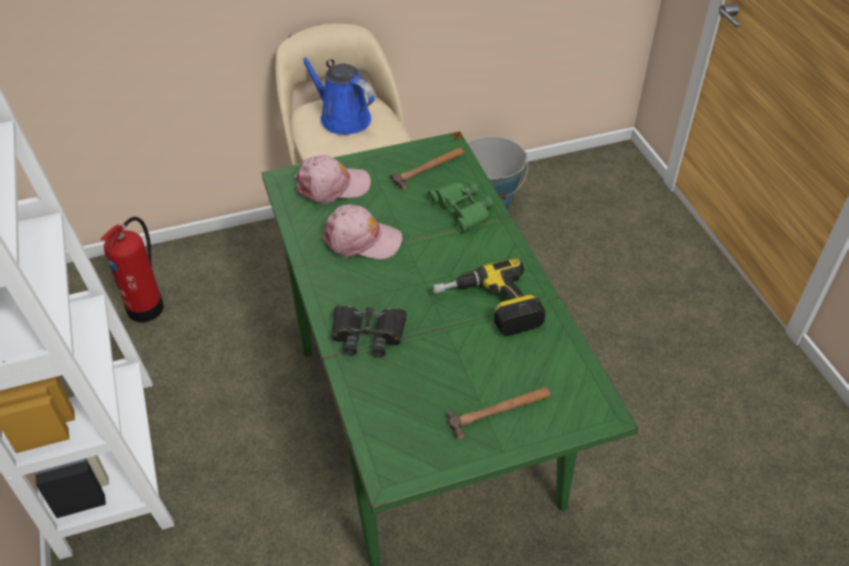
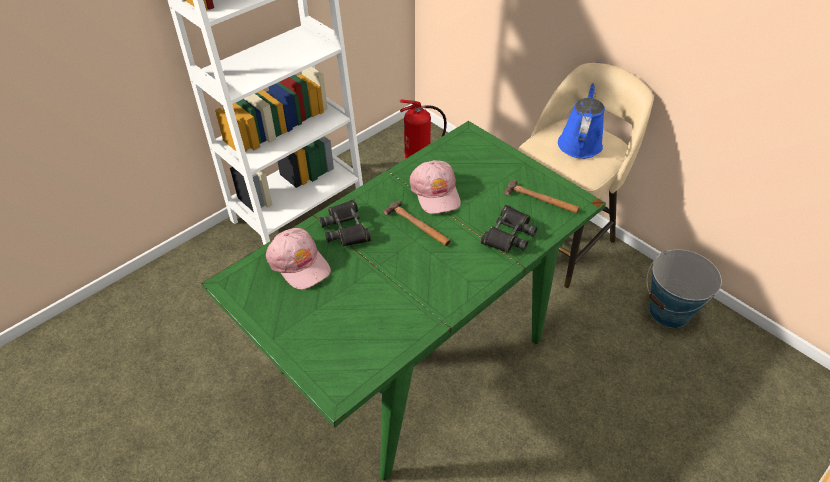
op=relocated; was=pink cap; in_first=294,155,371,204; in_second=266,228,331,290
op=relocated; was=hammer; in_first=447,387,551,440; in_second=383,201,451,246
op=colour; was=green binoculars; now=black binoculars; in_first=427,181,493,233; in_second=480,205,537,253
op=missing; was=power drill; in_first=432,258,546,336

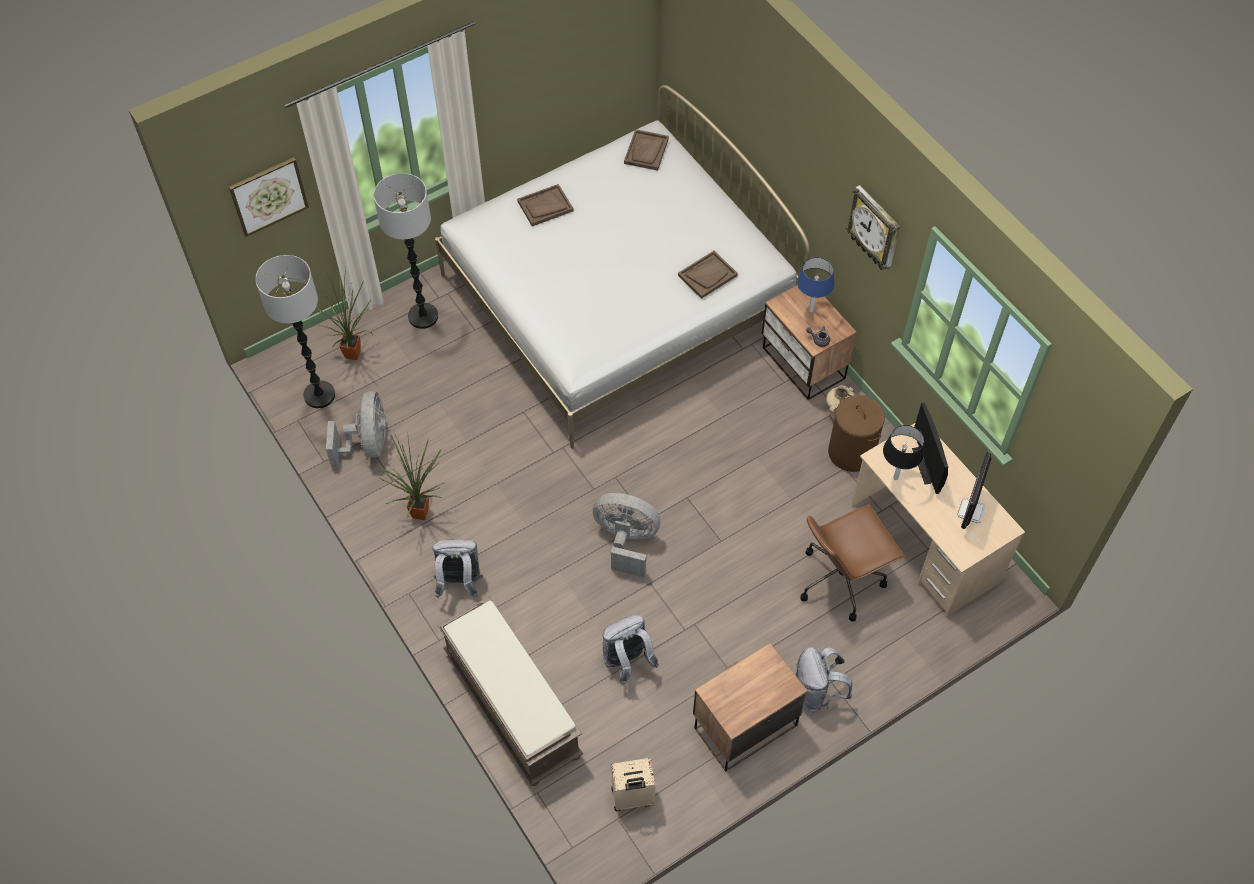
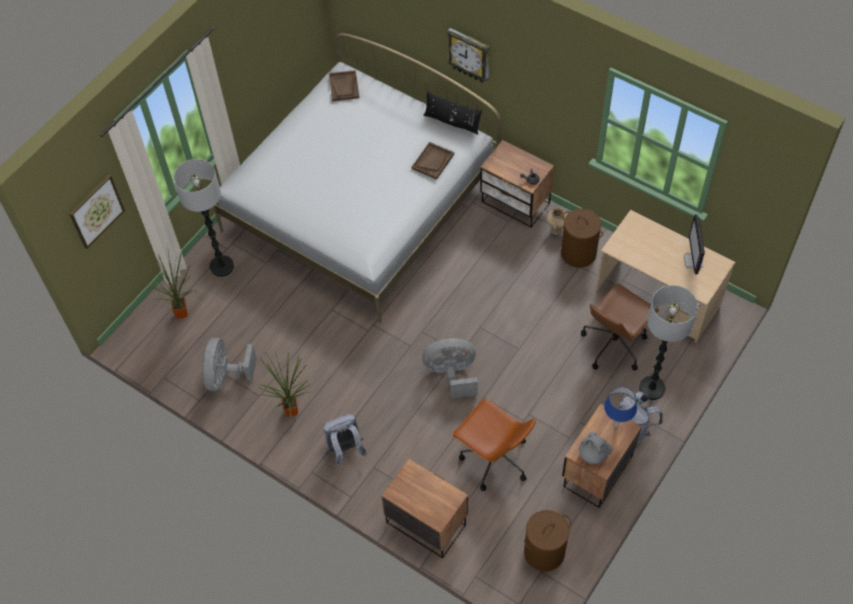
op=spun; was=grey fan; in_first=326,391,387,468; in_second=202,338,257,391; clockwise=-150
op=exchanged; was=brown bench; now=nightstand; in_first=438,596,583,786; in_second=381,459,468,559
op=appeared; now=black pillow; in_second=423,91,482,135
op=relocated; was=wall clock; in_first=846,185,900,270; in_second=447,28,490,83
op=exchanged; was=grey backpack; now=brown office chair; in_first=603,615,659,684; in_second=452,398,536,491
op=exchanged; was=beige suitcase; now=brown laundry basket; in_first=611,758,656,811; in_second=524,510,571,572
op=appeared; now=grey teapot; in_second=579,432,612,464
op=relocated; was=blue table lamp; in_first=797,257,835,313; in_second=604,387,637,427
op=relocated; was=floor lamp; in_first=255,255,335,408; in_second=639,285,698,400
op=missing; was=brown tray; in_first=517,184,574,226
op=missing; was=black table lamp; in_first=883,425,924,480
op=missing; was=monitor; in_first=912,402,948,494

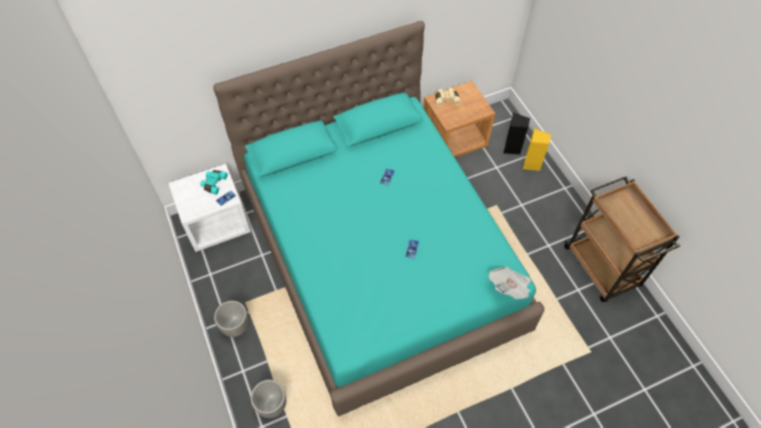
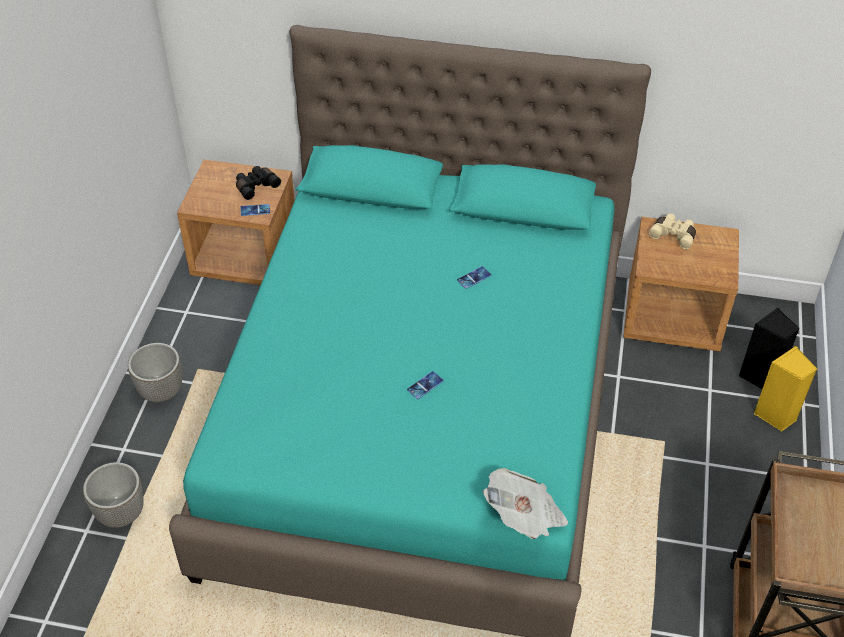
op=colour; was=white nightstand; now=brown nightstand; in_first=169,164,251,252; in_second=177,160,295,285
op=colour; was=turquoise binoculars; now=black binoculars; in_first=200,170,228,195; in_second=236,166,281,200

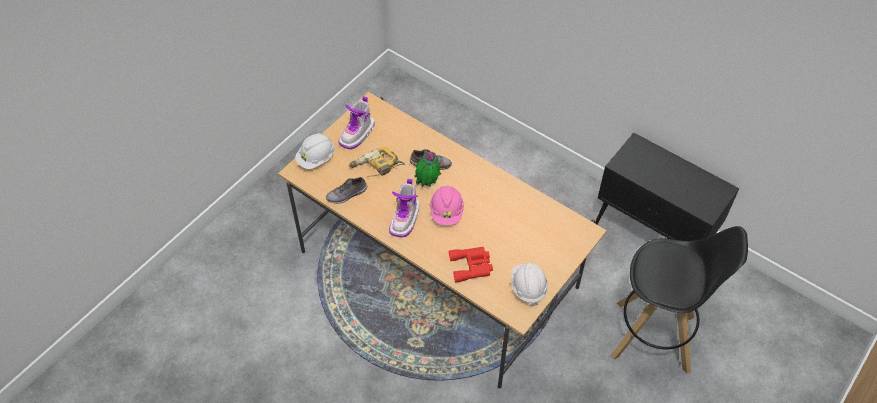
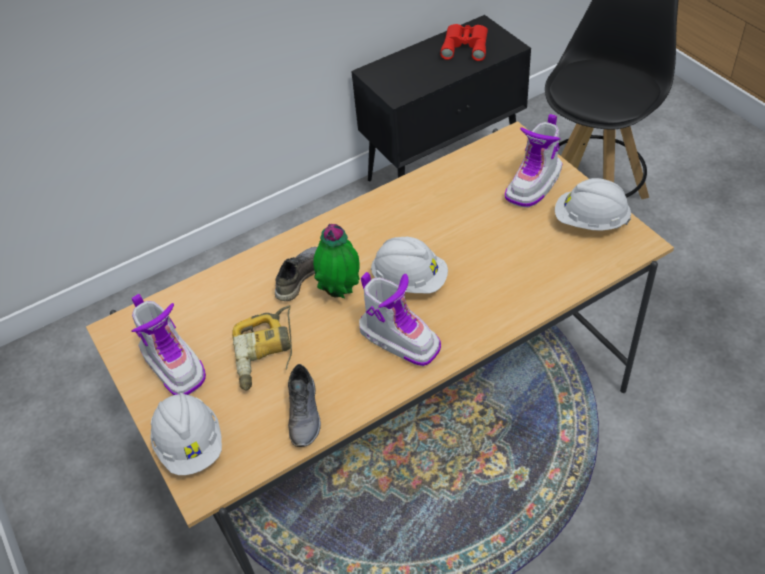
op=colour; was=pink hard hat; now=white hard hat; in_first=430,186,464,225; in_second=371,237,448,294
op=relocated; was=red binoculars; in_first=449,247,493,283; in_second=440,24,488,61
op=appeared; now=boot; in_second=505,114,563,207

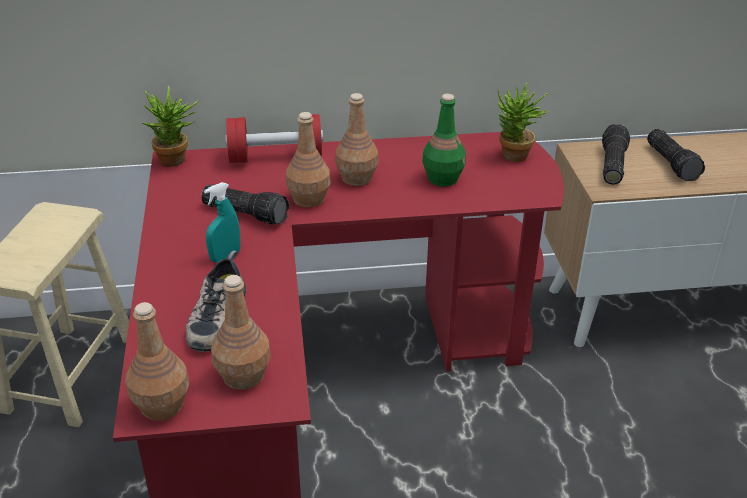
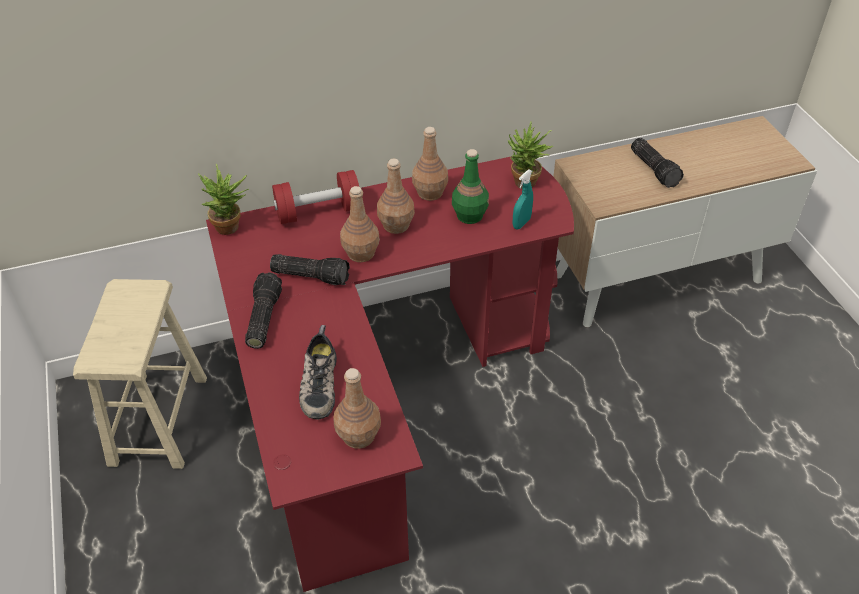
op=relocated; was=flashlight; in_first=602,124,630,185; in_second=245,272,282,349
op=relocated; was=brown bottle; in_first=126,302,189,421; in_second=412,127,448,201
op=relocated; was=turquoise spray bottle; in_first=204,182,240,262; in_second=513,169,533,230

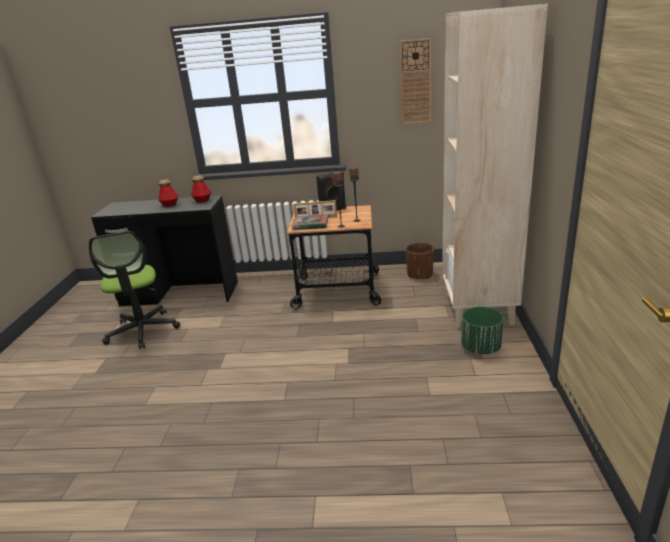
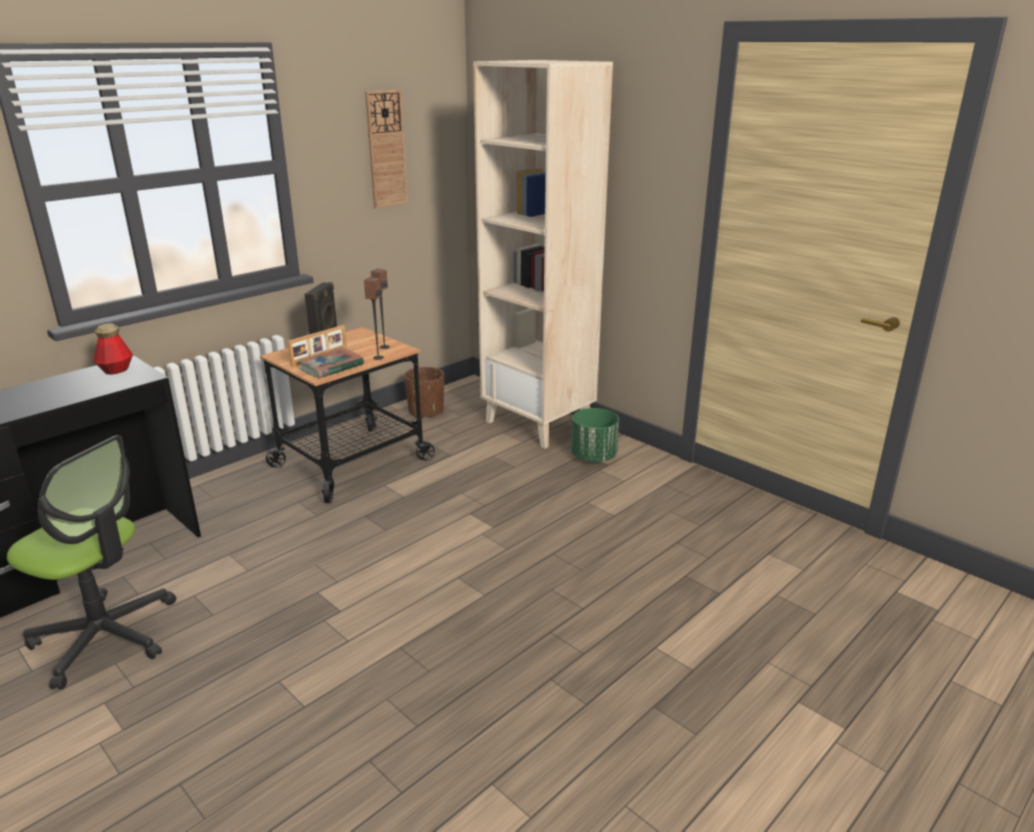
op=missing; was=bottle; in_first=158,179,178,207

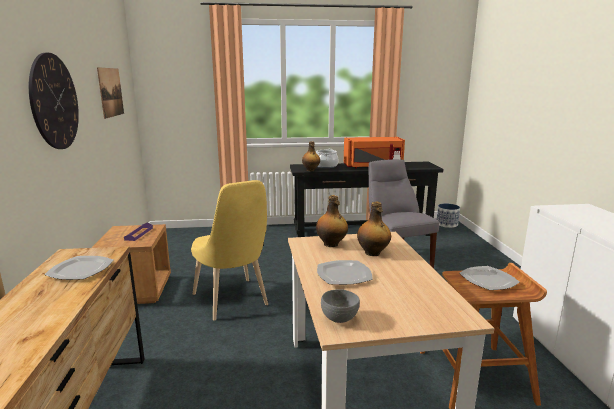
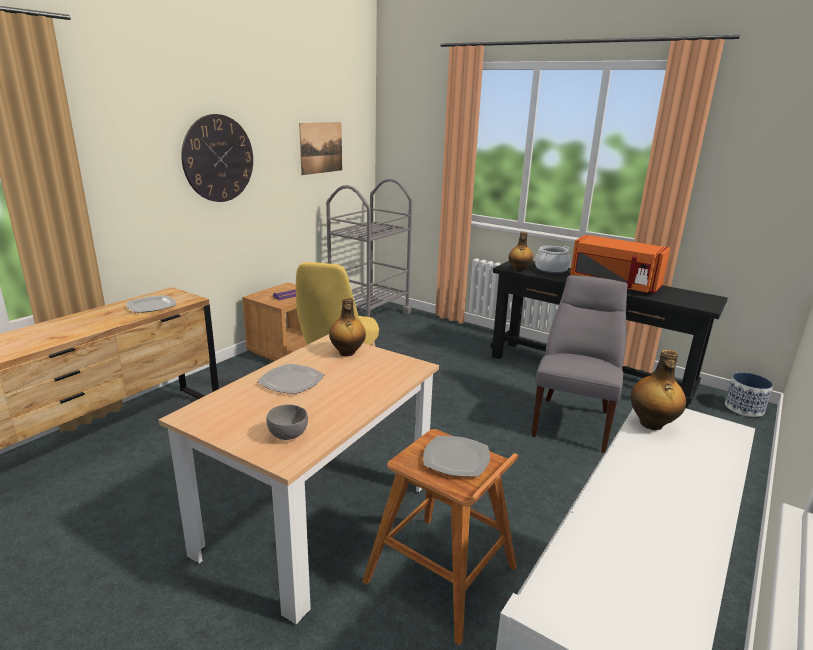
op=relocated; was=grey bowl; in_first=321,290,360,323; in_second=266,405,308,440
op=appeared; now=grey cart; in_second=326,178,412,317
op=relocated; was=bottle; in_first=357,202,391,256; in_second=631,350,686,430

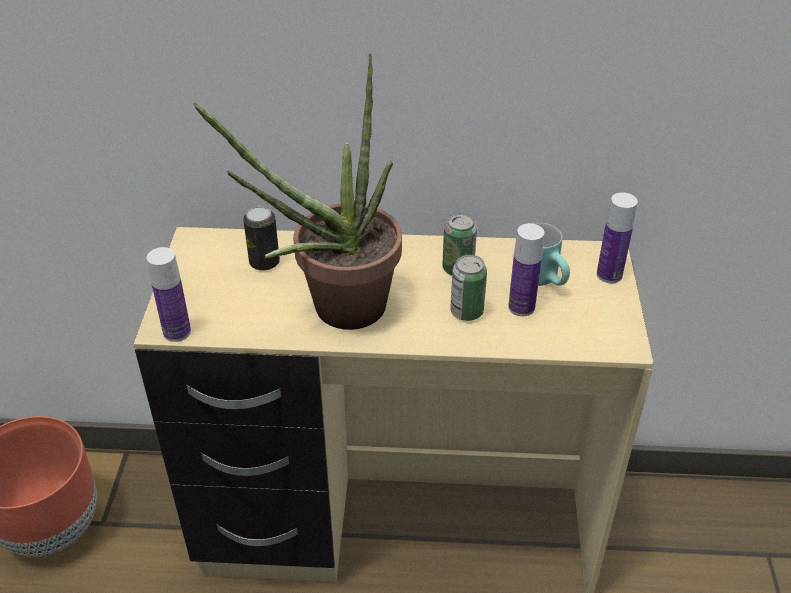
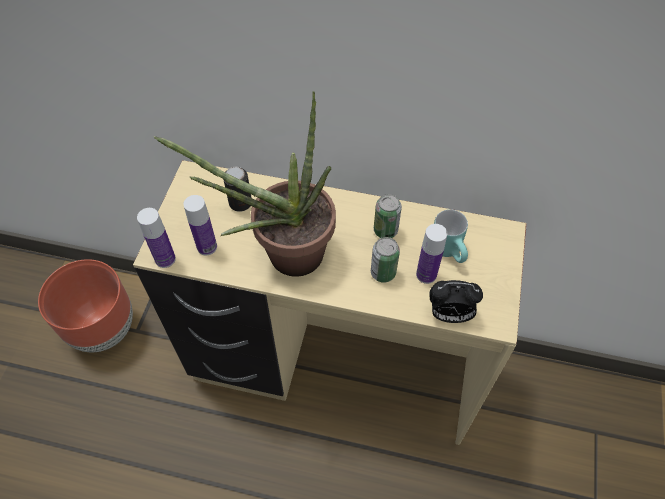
op=relocated; was=bottle; in_first=597,193,638,283; in_second=183,195,217,255
op=appeared; now=alarm clock; in_second=430,280,483,323

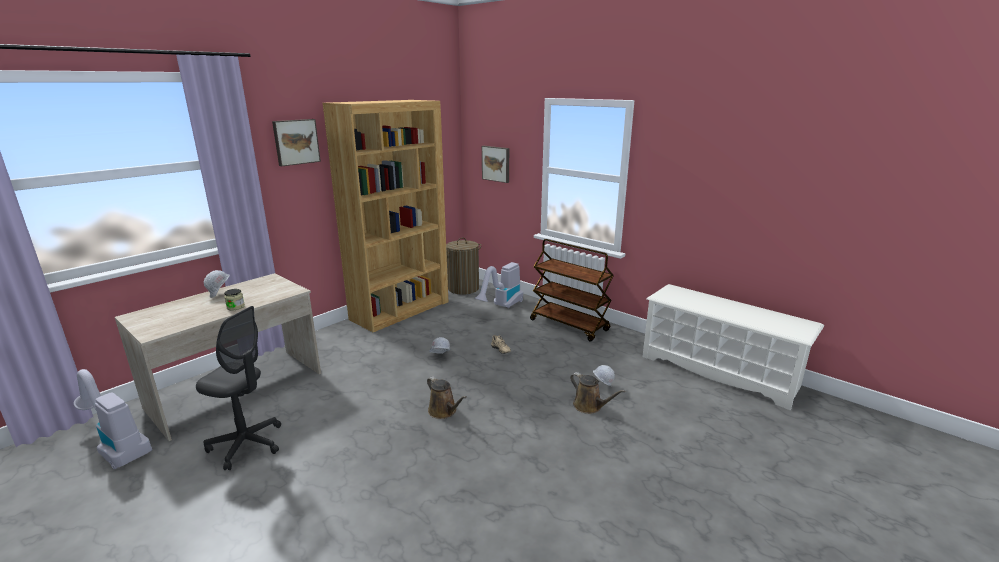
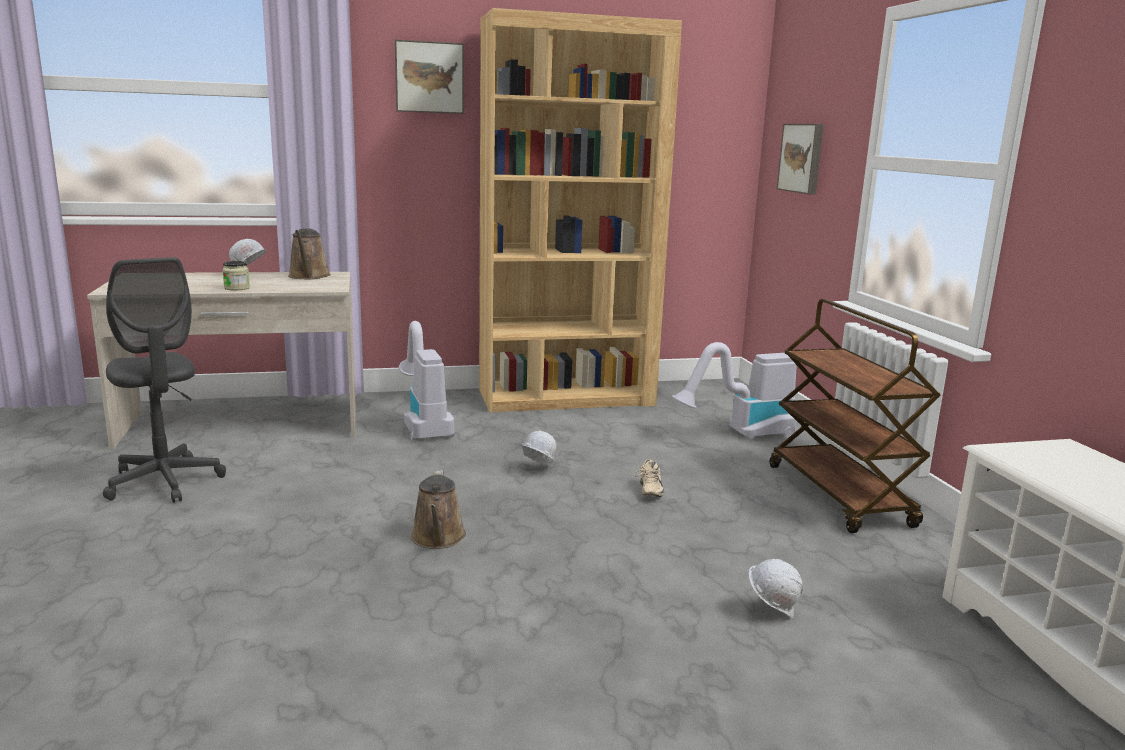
op=relocated; was=brown watering can; in_first=570,372,625,414; in_second=288,228,331,279
op=relocated; was=vacuum cleaner; in_first=74,369,152,470; in_second=399,321,454,440
op=missing; was=laundry basket; in_first=446,238,481,295

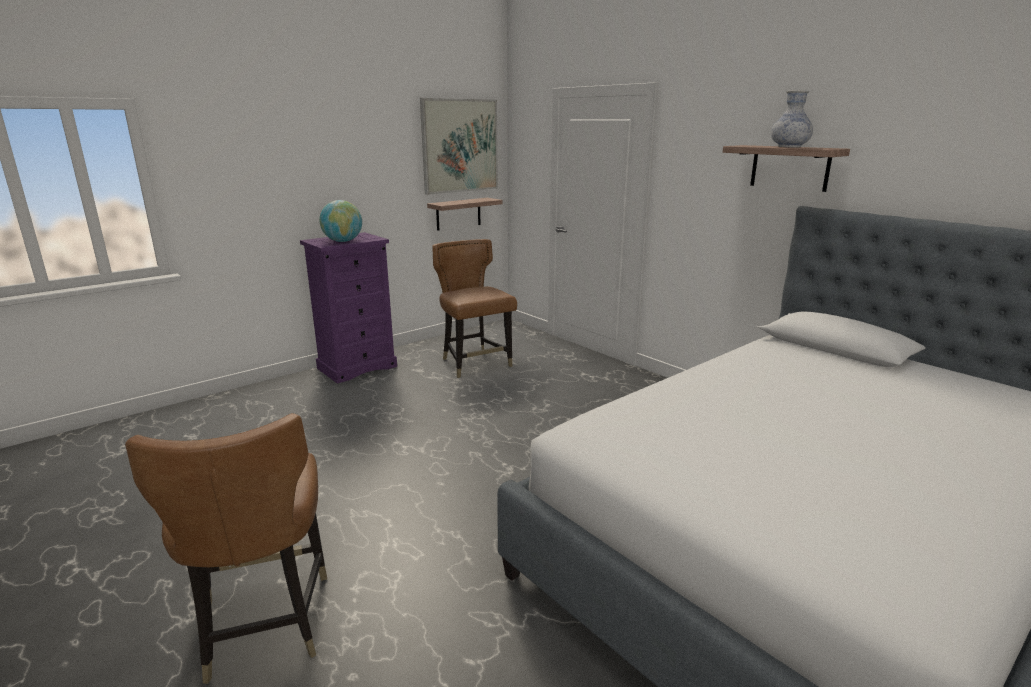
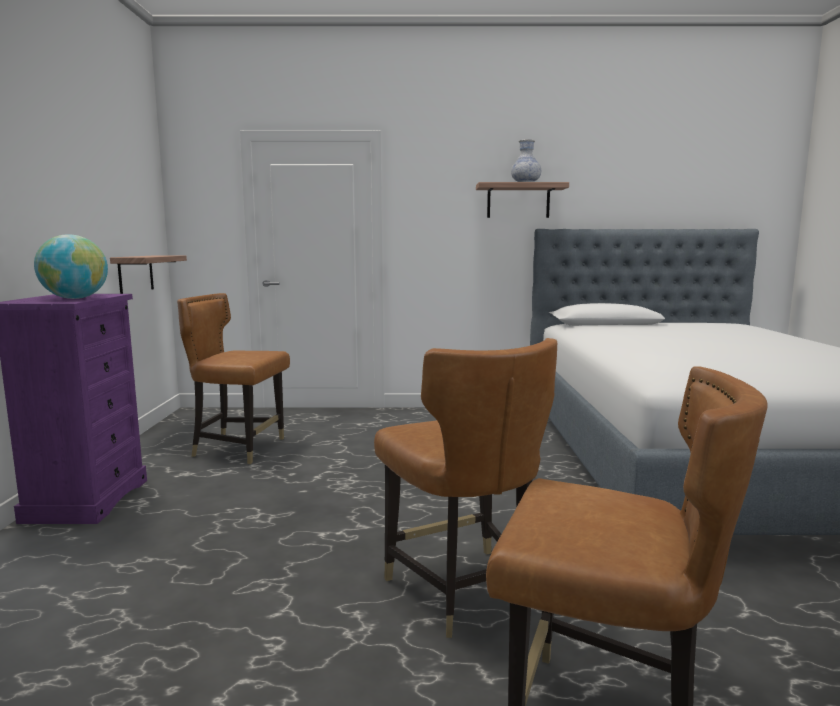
op=appeared; now=brown chair; in_second=374,338,557,638
op=missing; was=picture; in_first=420,98,498,195

